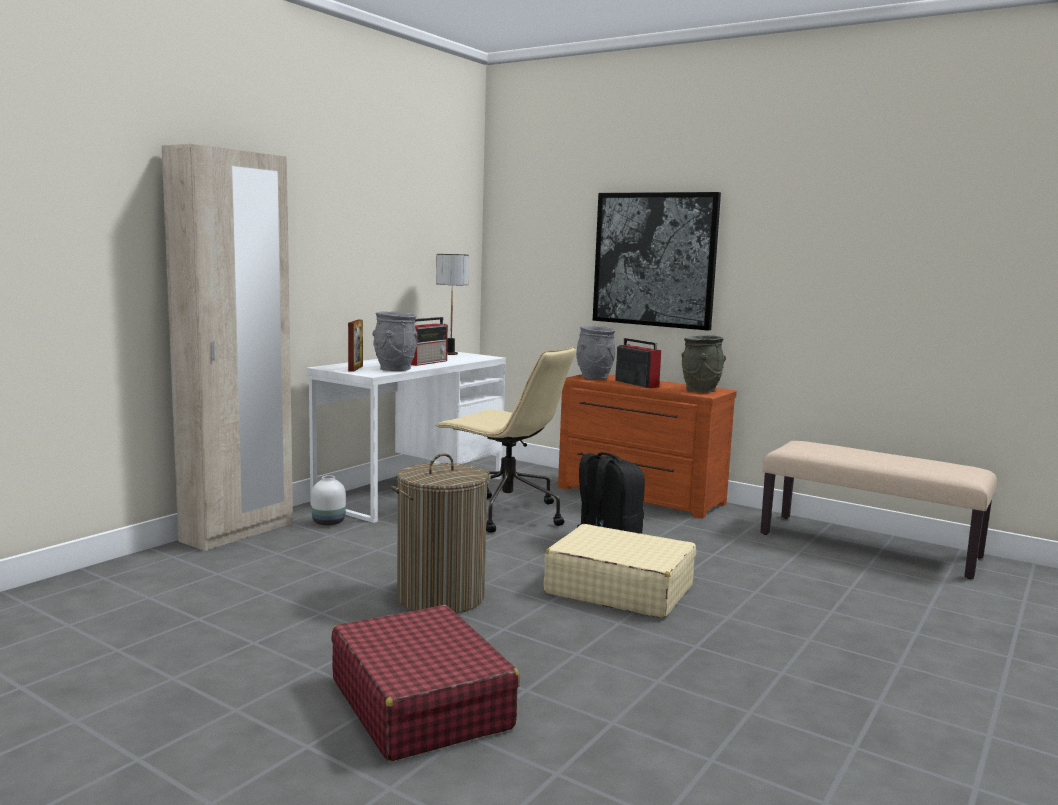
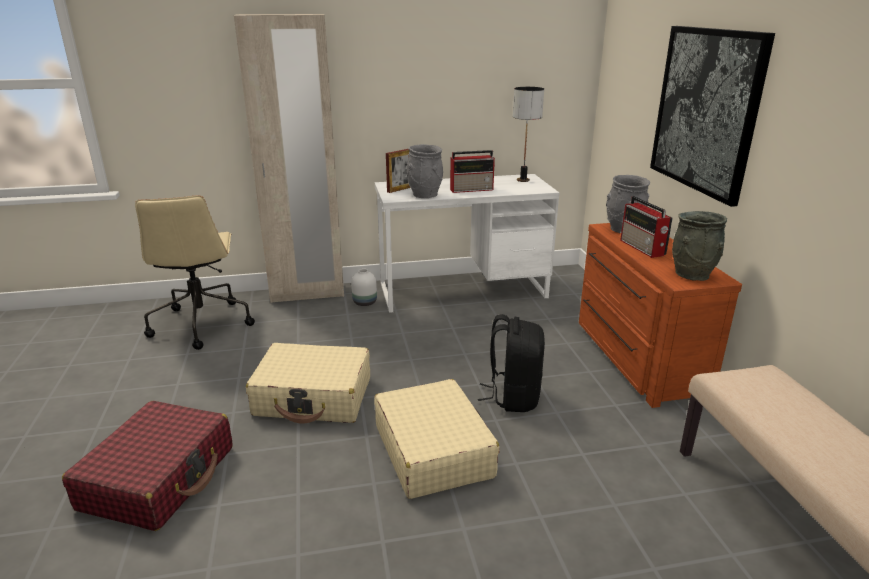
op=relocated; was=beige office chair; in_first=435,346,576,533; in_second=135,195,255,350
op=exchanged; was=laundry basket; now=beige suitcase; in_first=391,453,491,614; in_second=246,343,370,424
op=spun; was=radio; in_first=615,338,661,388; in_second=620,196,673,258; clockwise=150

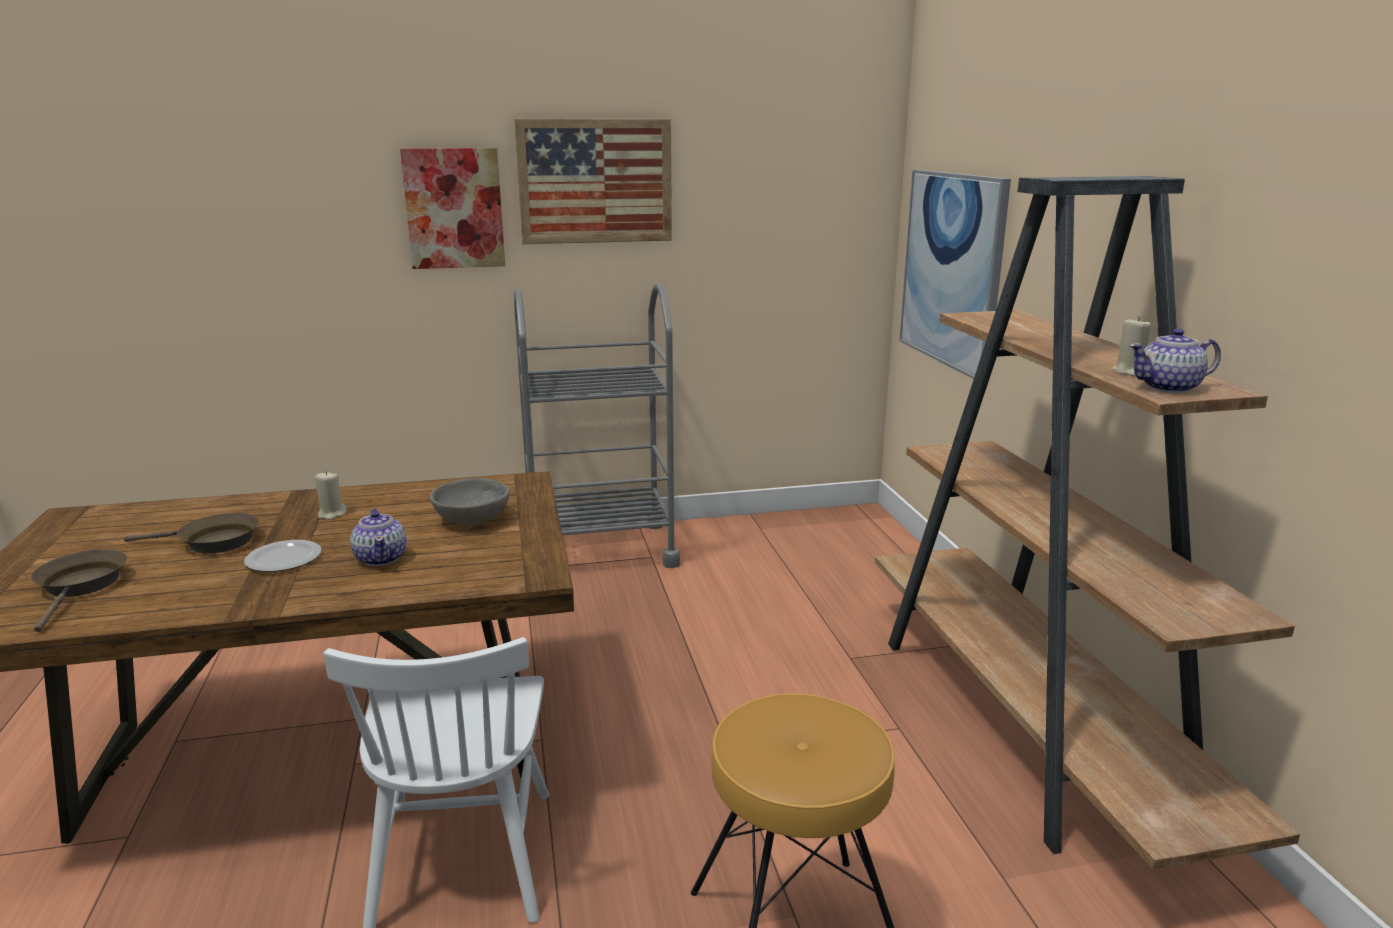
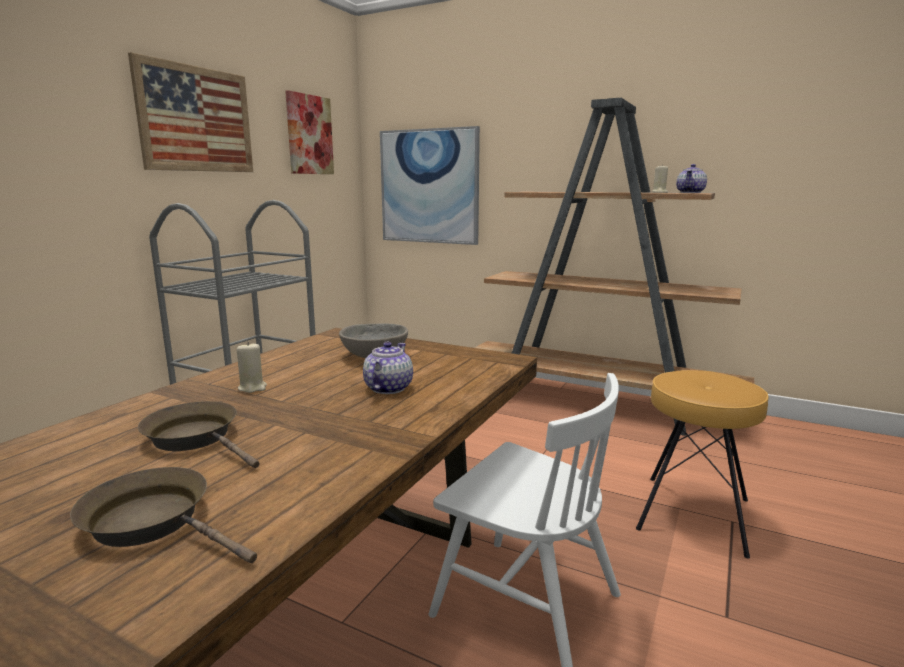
op=spun; was=brown frying pan; in_first=124,513,259,553; in_second=138,401,259,468; clockwise=-90
op=relocated; was=picture; in_first=400,148,505,269; in_second=285,90,334,174
op=spun; was=teapot; in_first=350,509,407,566; in_second=363,342,413,394; clockwise=-90
op=missing; was=plate; in_first=244,540,322,572

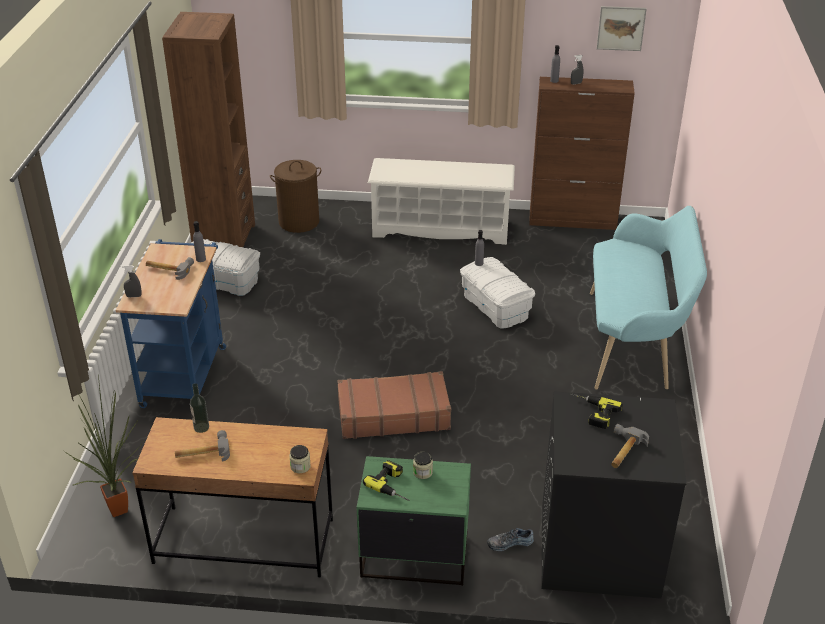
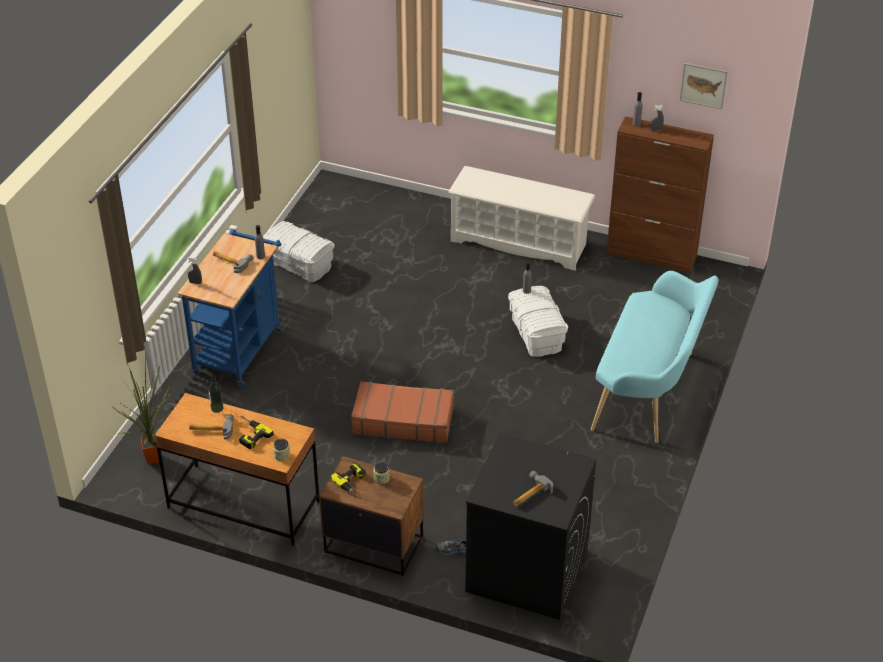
op=relocated; was=power drill; in_first=571,393,623,429; in_second=239,416,274,449
op=colour; was=green nightstand; now=brown nightstand; in_first=357,456,471,586; in_second=319,456,424,576
op=missing; was=brown bookcase; in_first=162,12,255,247
op=missing; was=brown laundry basket; in_first=270,160,321,233

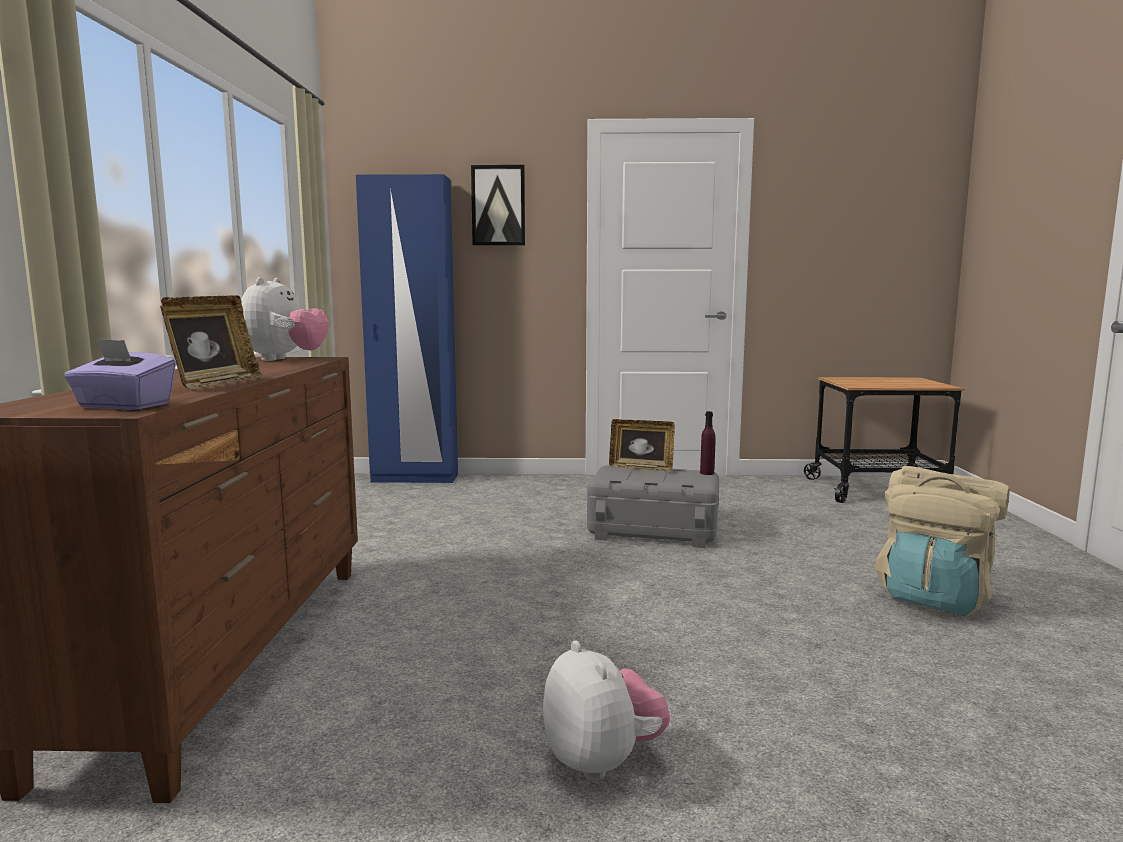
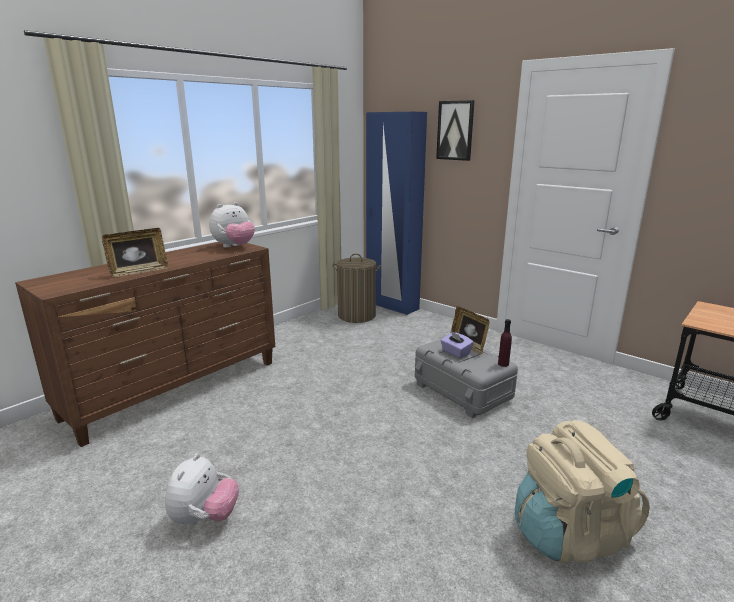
op=appeared; now=laundry basket; in_second=332,254,381,323
op=relocated; was=purple tissue box; in_first=64,339,176,410; in_second=440,331,474,358

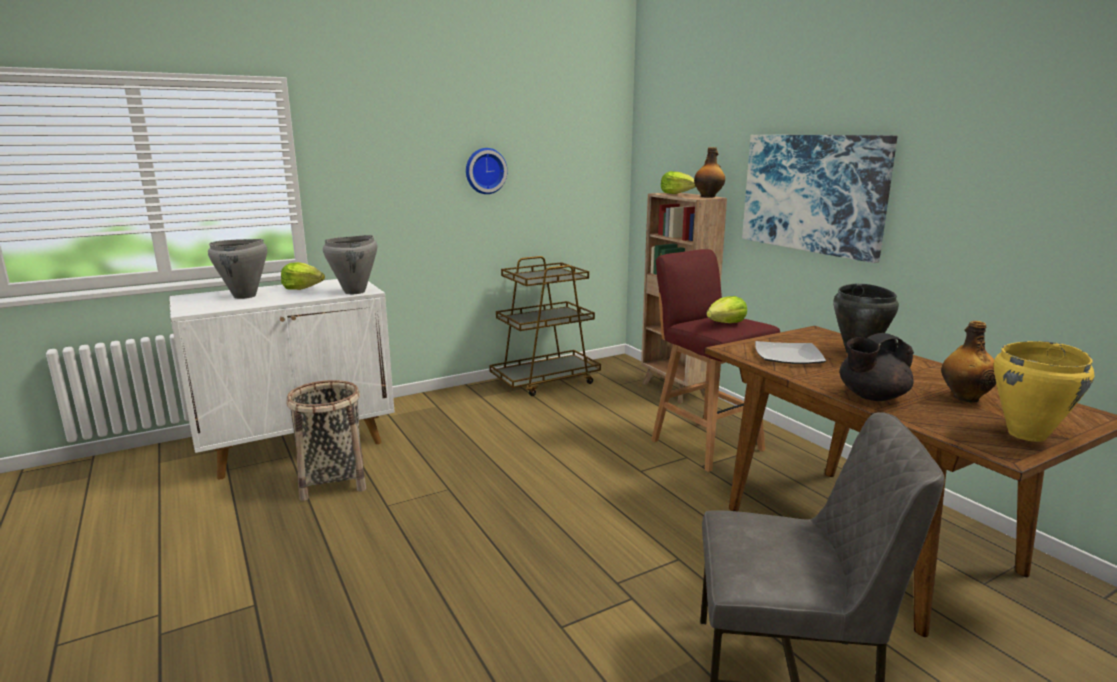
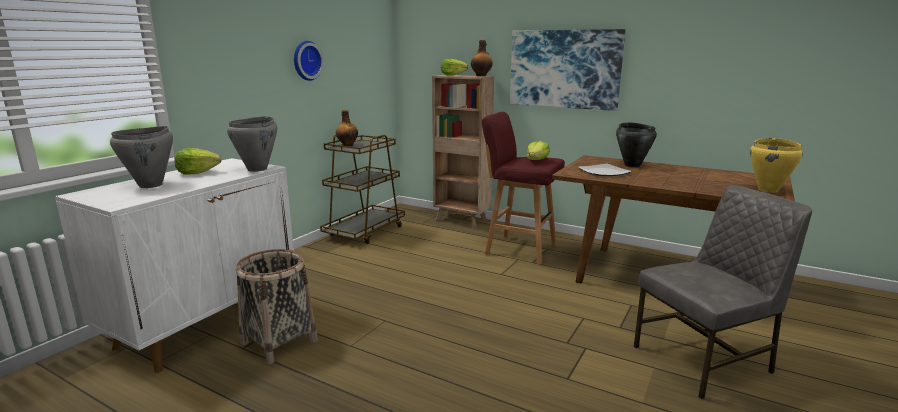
op=relocated; was=bottle; in_first=941,321,996,402; in_second=336,110,358,146
op=missing; was=black teapot; in_first=840,333,914,401

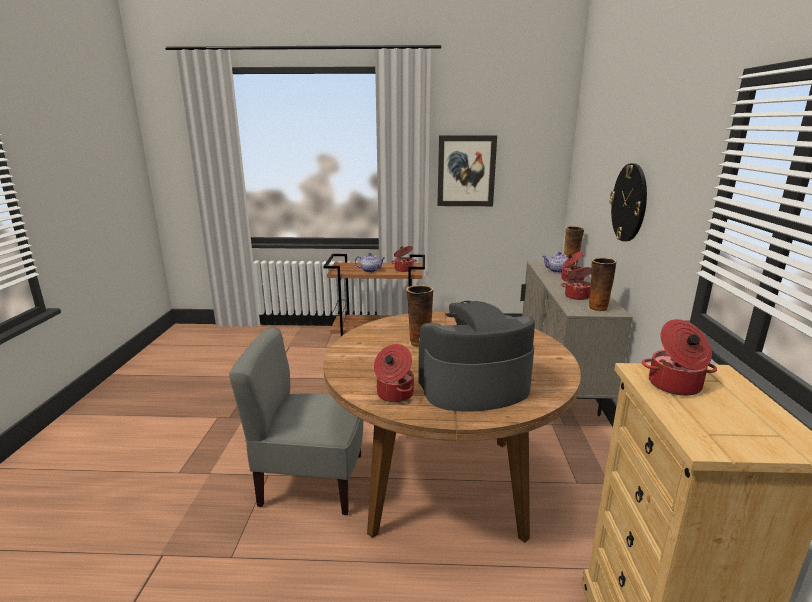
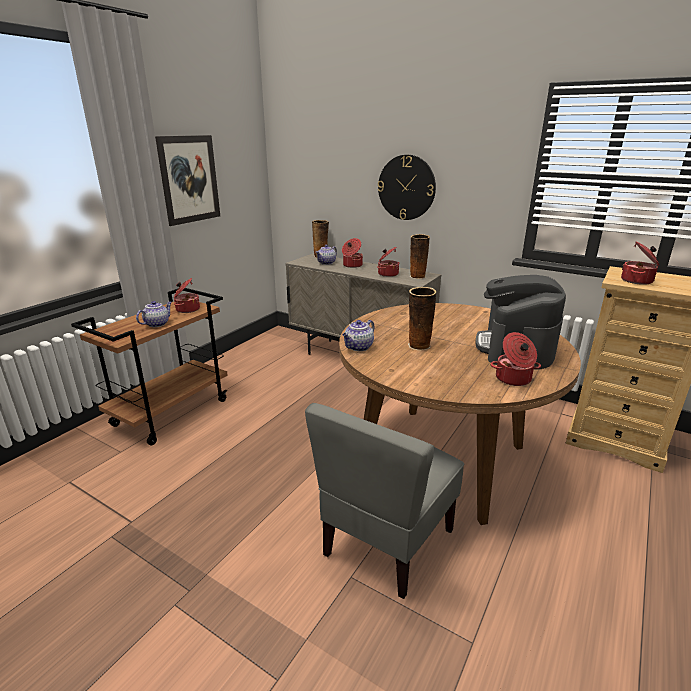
op=appeared; now=teapot; in_second=342,320,375,351

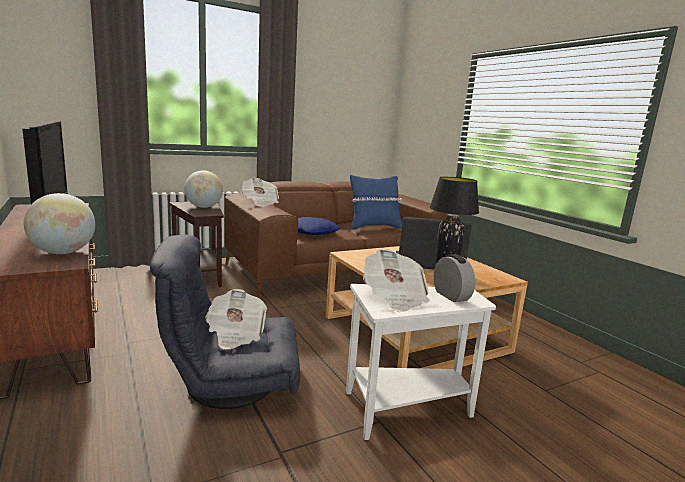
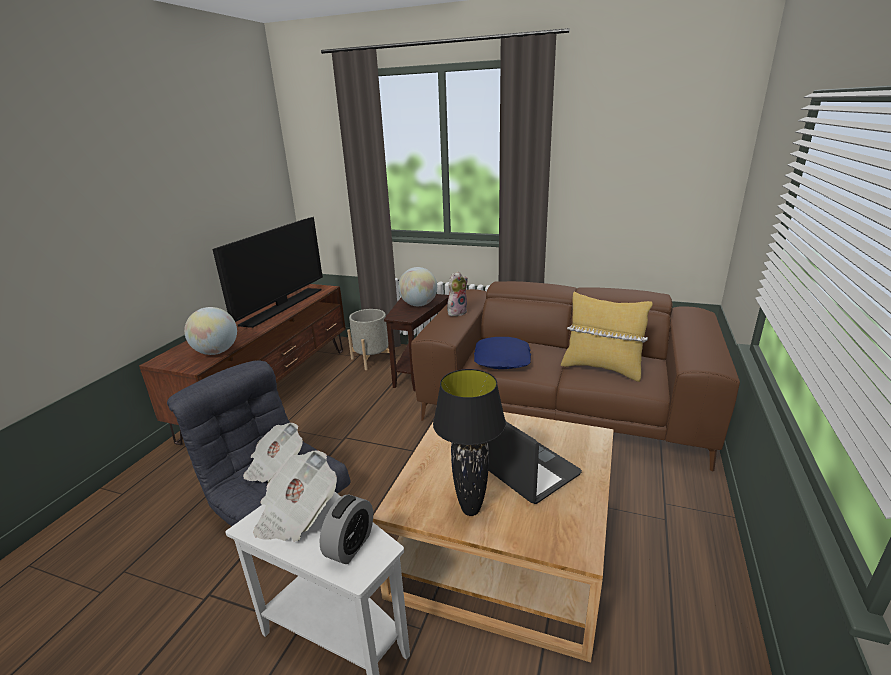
op=appeared; now=grey planter; in_second=347,309,389,370
op=exchanged; was=newspaper; now=plush toy; in_first=241,178,279,207; in_second=447,272,468,317
op=colour; was=blue pillow; now=yellow pillow; in_first=350,175,402,229; in_second=561,292,653,382

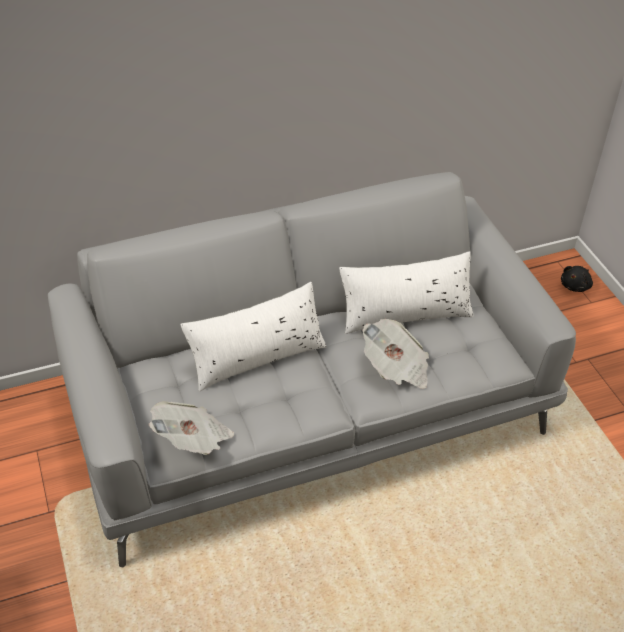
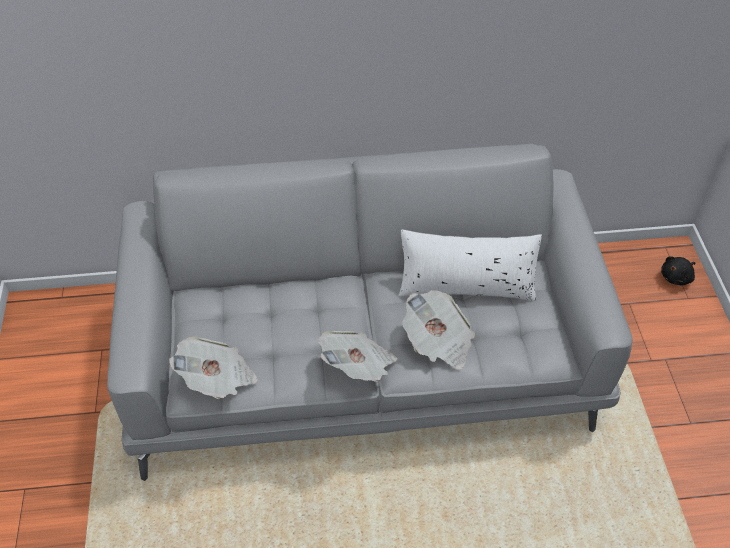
op=appeared; now=newspaper; in_second=318,331,397,382
op=missing; was=white pillow; in_first=180,282,327,391

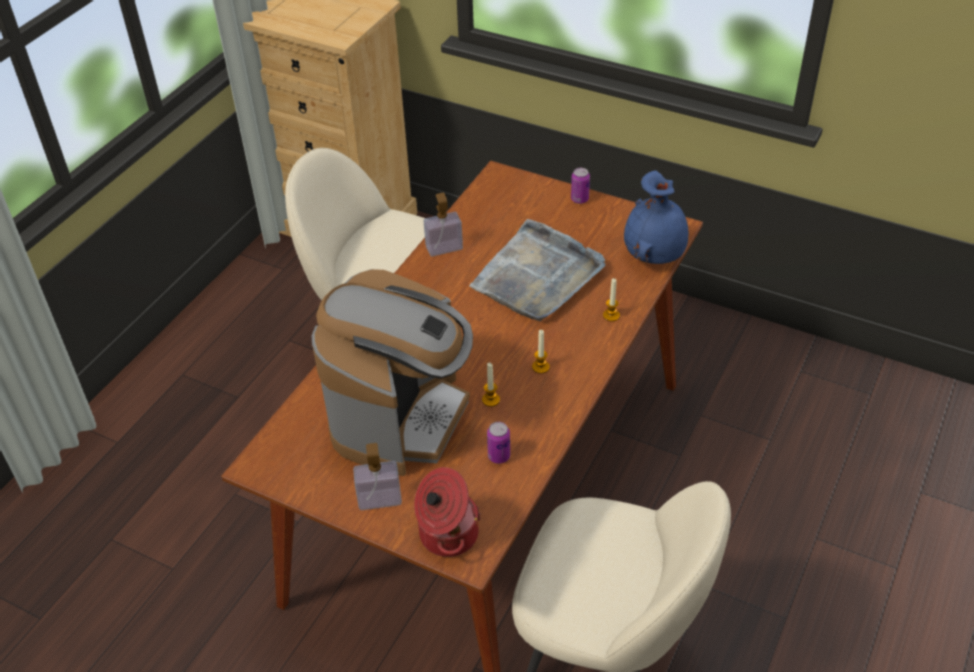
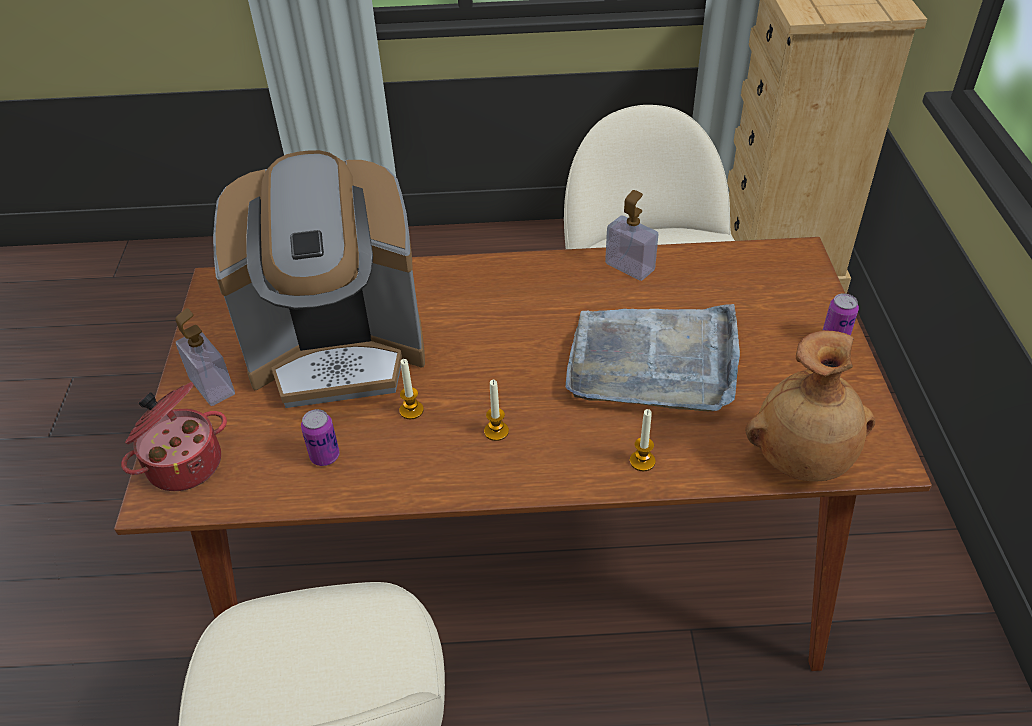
op=colour; was=blue vase; now=brown vase; in_first=624,170,689,264; in_second=745,330,875,481

